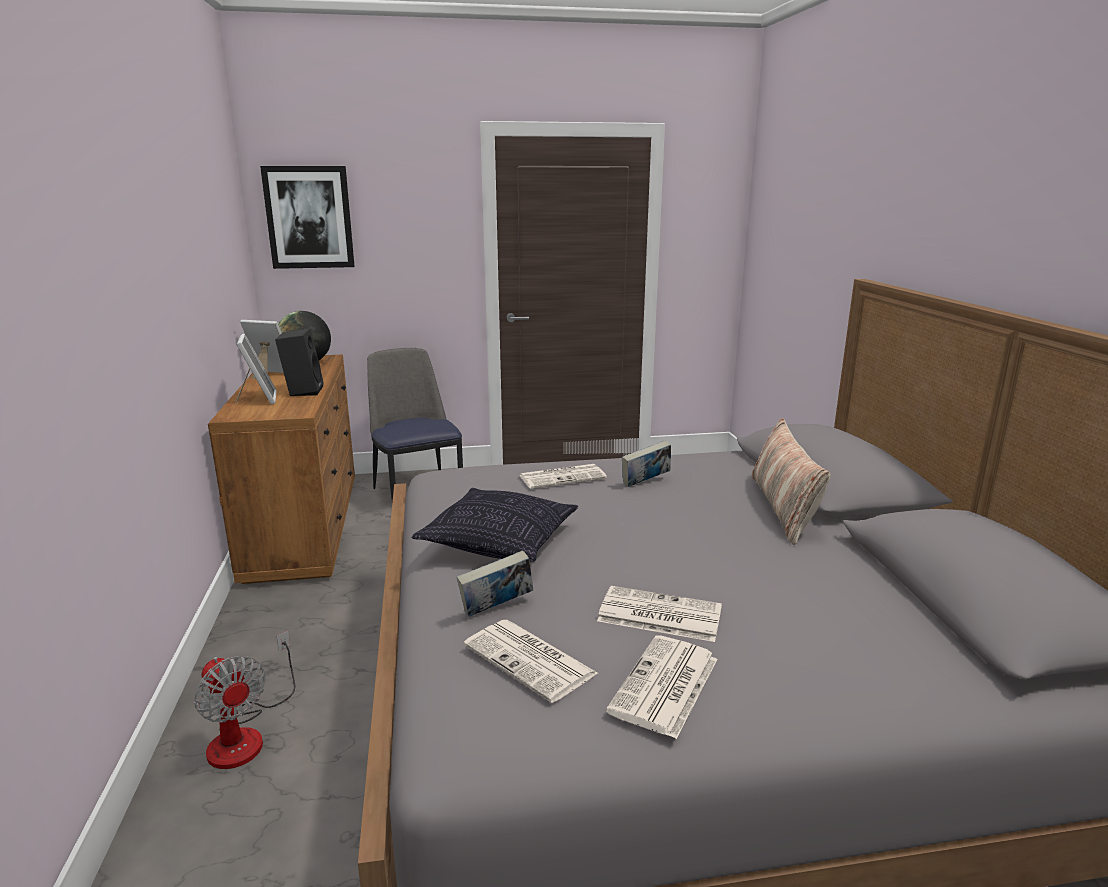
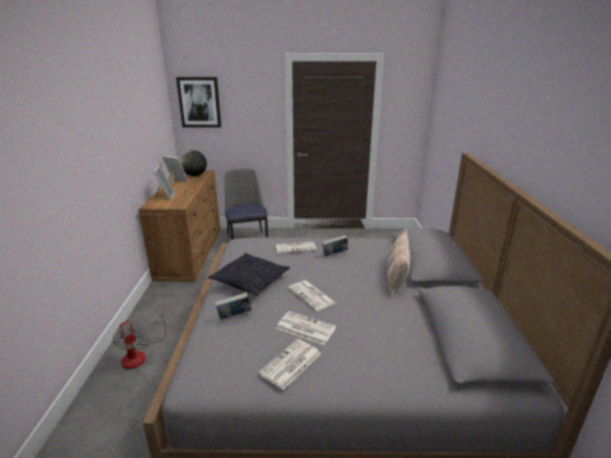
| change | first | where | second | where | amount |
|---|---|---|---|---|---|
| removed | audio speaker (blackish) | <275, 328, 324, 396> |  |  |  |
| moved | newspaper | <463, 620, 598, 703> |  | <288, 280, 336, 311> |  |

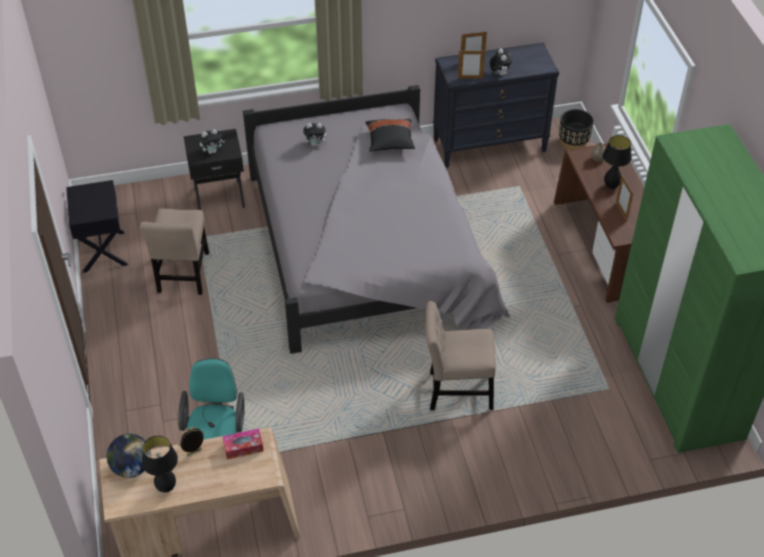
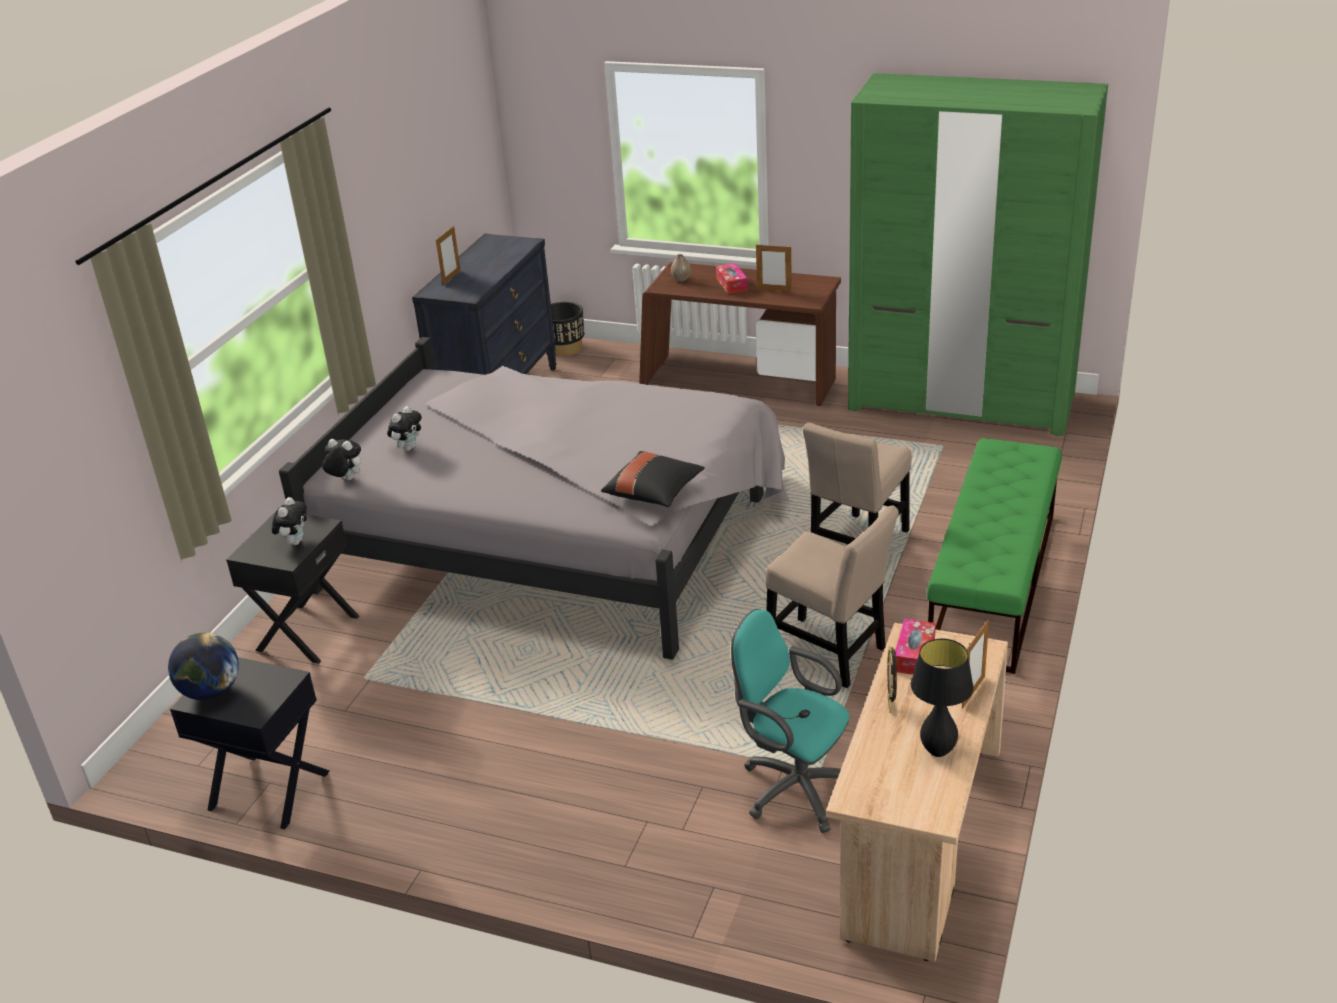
| change | first | where | second | where | amount |
|---|---|---|---|---|---|
| added |  |  | indoor bench (green-coloured) | <927, 438, 1062, 674> |  |
| moved | desk globe | <107, 434, 151, 478> |  | <168, 633, 239, 700> |  |
| moved | chair (beige) | <140, 208, 209, 295> |  | <766, 505, 899, 688> |  |
| moved | pillow (blackish) | <365, 119, 415, 152> |  | <601, 451, 705, 507> |  |
| moved | standing frame | <458, 50, 485, 79> |  | <962, 619, 989, 709> |  |
| moved | cuddly toy | <490, 49, 512, 76> |  | <322, 439, 361, 480> |  |
| replaced | lamp for a table (blackish) | <603, 135, 632, 189> | tissue holder | <716, 263, 748, 294> |  |

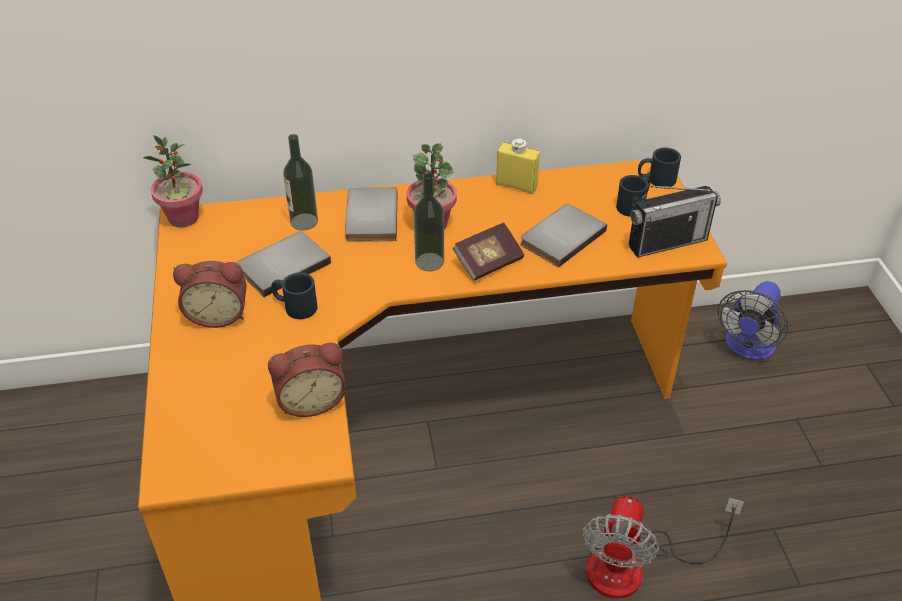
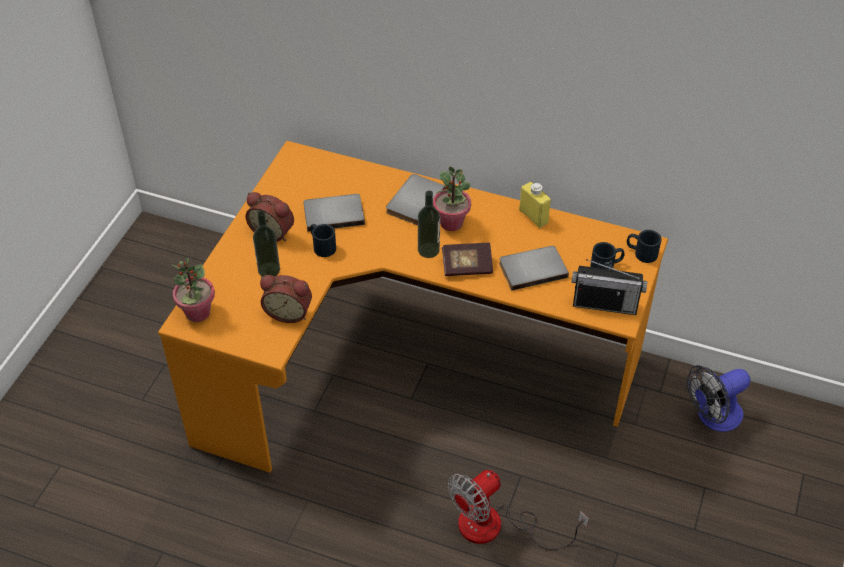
| change | first | where | second | where | amount |
|---|---|---|---|---|---|
| moved | plant in a pot | <143, 135, 203, 227> |  | <173, 252, 215, 322> |  |
| moved | beverage bottle | <283, 134, 318, 230> |  | <253, 210, 280, 277> |  |

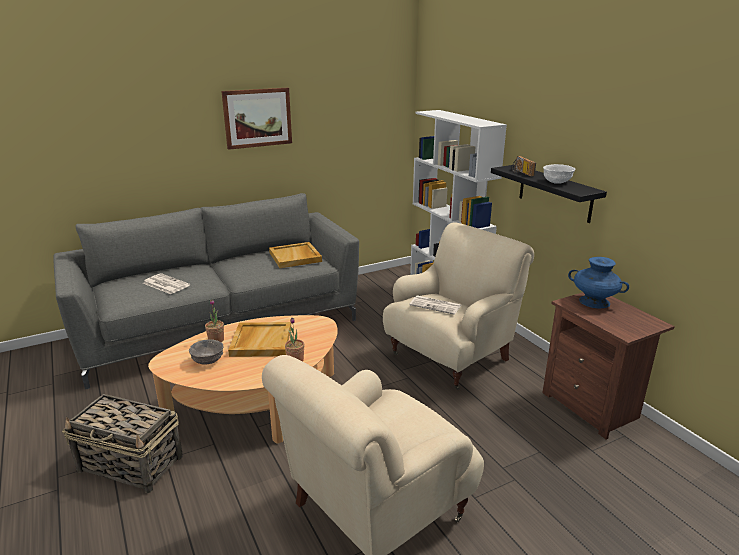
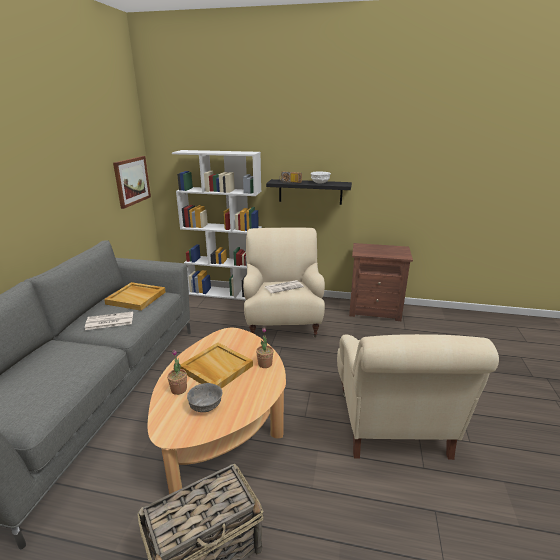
| change | first | where | second | where | amount |
|---|---|---|---|---|---|
| removed | vase (bluish) | <568, 257, 629, 308> |  |  |  |
| moved | newspaper | <143, 273, 190, 294> |  | <85, 312, 133, 330> |  |
| moved | picture | <221, 88, 292, 150> |  | <113, 156, 151, 209> |  |

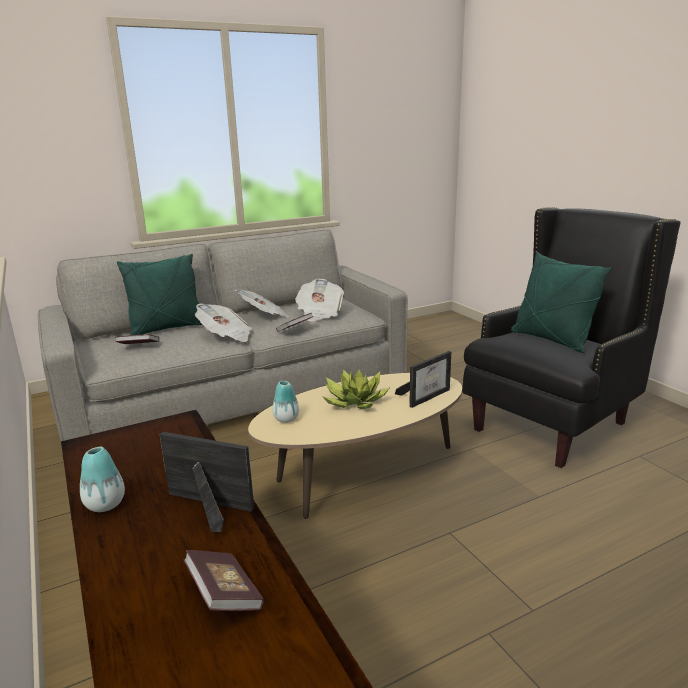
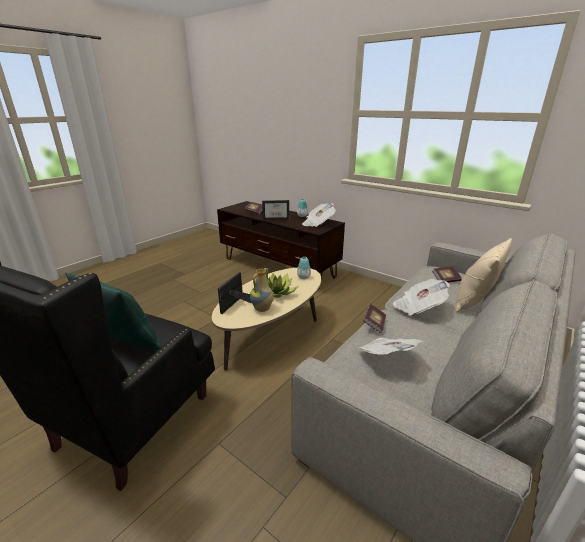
| change | first | where | second | where | amount |
|---|---|---|---|---|---|
| added |  |  | vase | <250, 268, 274, 312> |  |
| moved | newspaper | <235, 290, 289, 317> |  | <302, 203, 336, 227> |  |
| recoloured | pillow (green-coloured) | <117, 254, 202, 335> | pillow (beige) | <455, 238, 512, 312> |  |

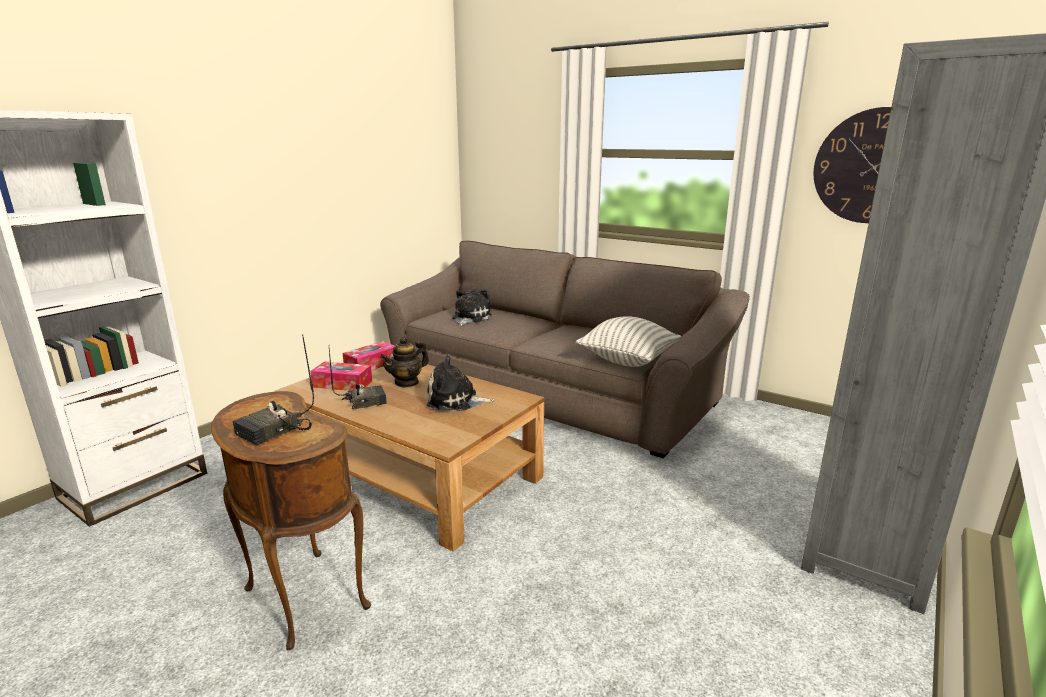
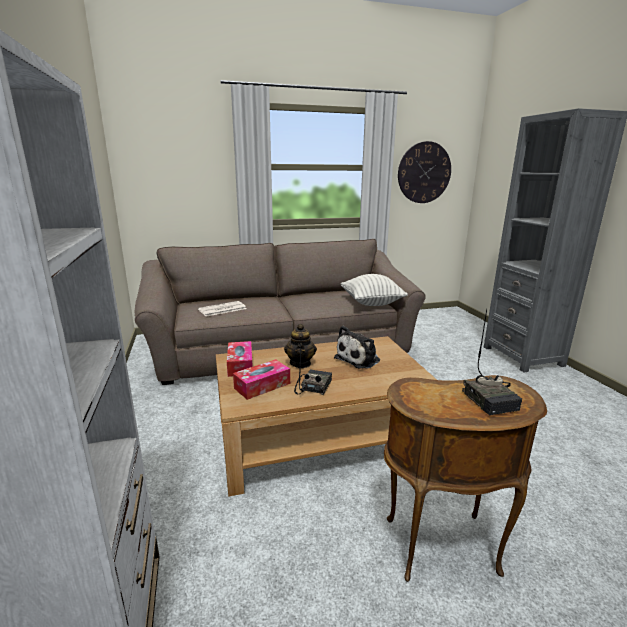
| change | first | where | second | where | amount |
|---|---|---|---|---|---|
| replaced | cuddly toy | <452, 289, 492, 326> | newspaper | <198, 301, 246, 316> |  |

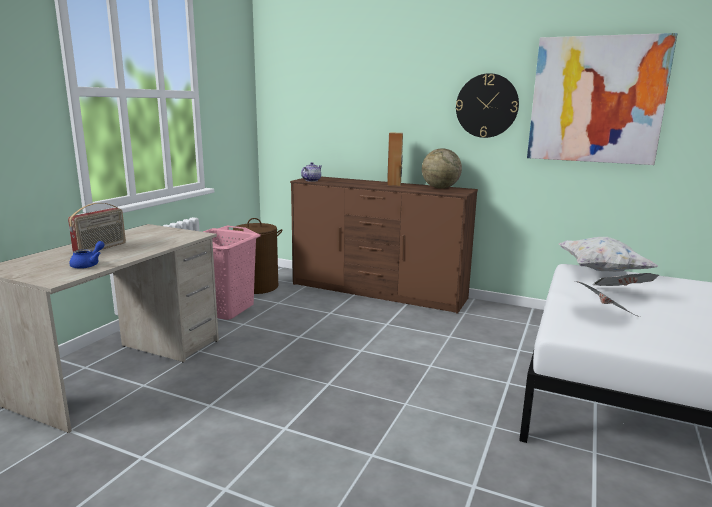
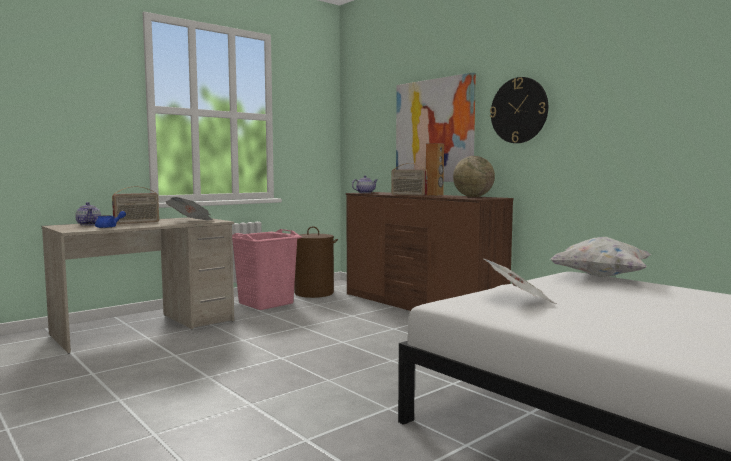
| change | first | where | second | where | amount |
|---|---|---|---|---|---|
| added |  |  | pot for tea | <75, 202, 101, 226> |  |
| added |  |  | radio | <391, 163, 428, 196> |  |
| moved | picture | <527, 33, 678, 165> |  | <396, 72, 476, 182> |  |
| moved | newspaper | <593, 273, 659, 286> |  | <166, 197, 213, 220> |  |

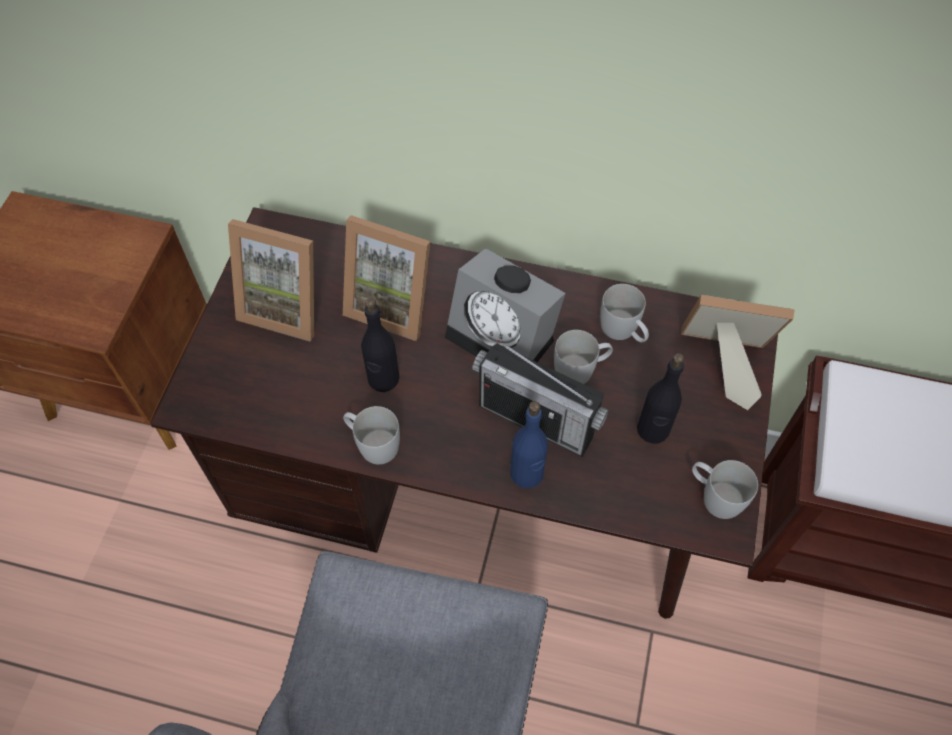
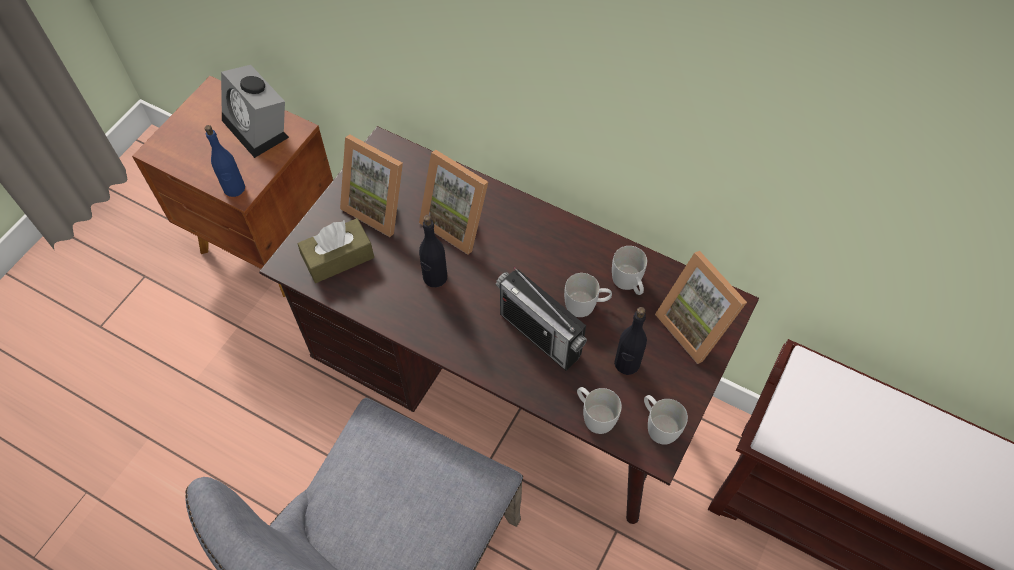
| change | first | where | second | where | amount |
|---|---|---|---|---|---|
| added |  |  | tissue holder (brown) | <298, 218, 374, 283> |  |
| moved | tea mug (white-coloured) | <343, 406, 400, 464> |  | <577, 387, 622, 434> |  |
| moved | alarm clock | <445, 248, 566, 362> |  | <221, 65, 289, 158> |  |
| moved | beverage bottle (bluish) | <510, 401, 548, 488> |  | <205, 125, 245, 197> |  |
| turned | standing frame | <681, 295, 795, 410> |  | <655, 251, 747, 364> | 150 degrees counterclockwise |

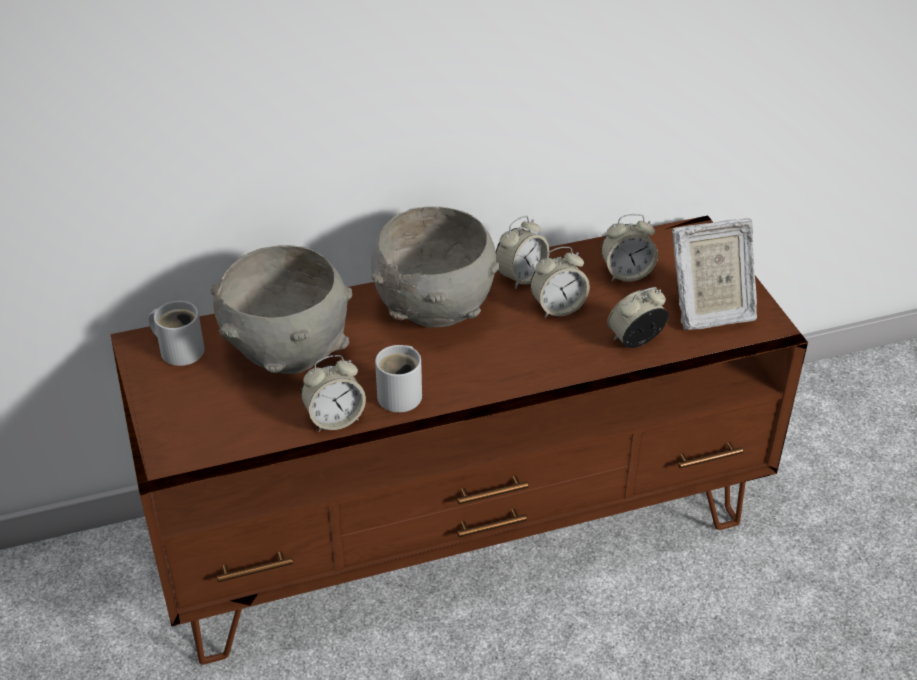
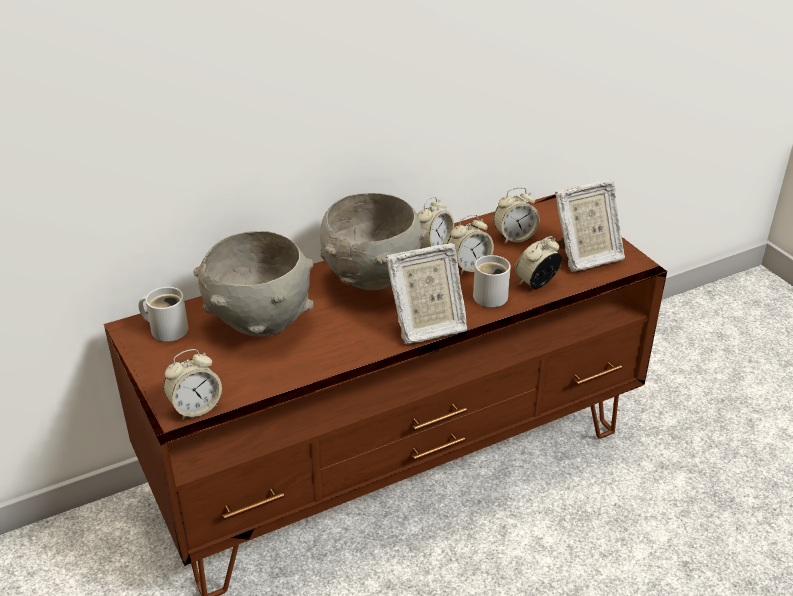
| change | first | where | second | where | amount |
|---|---|---|---|---|---|
| added |  |  | standing frame | <386, 243, 467, 344> |  |
| moved | alarm clock | <301, 355, 366, 432> |  | <163, 349, 222, 420> |  |
| moved | tea mug (white-coloured) | <375, 345, 422, 413> |  | <473, 255, 511, 307> |  |

